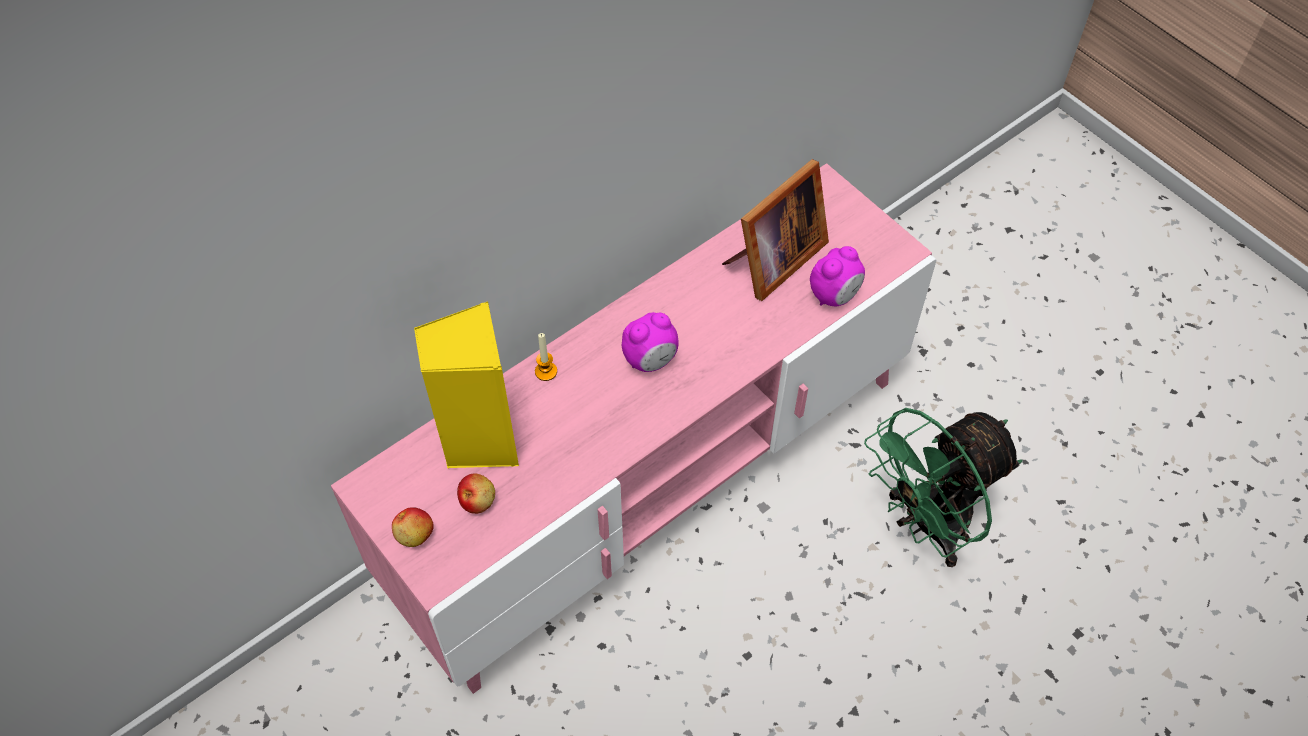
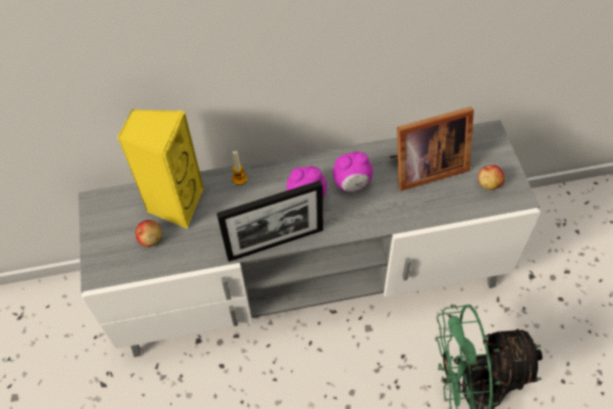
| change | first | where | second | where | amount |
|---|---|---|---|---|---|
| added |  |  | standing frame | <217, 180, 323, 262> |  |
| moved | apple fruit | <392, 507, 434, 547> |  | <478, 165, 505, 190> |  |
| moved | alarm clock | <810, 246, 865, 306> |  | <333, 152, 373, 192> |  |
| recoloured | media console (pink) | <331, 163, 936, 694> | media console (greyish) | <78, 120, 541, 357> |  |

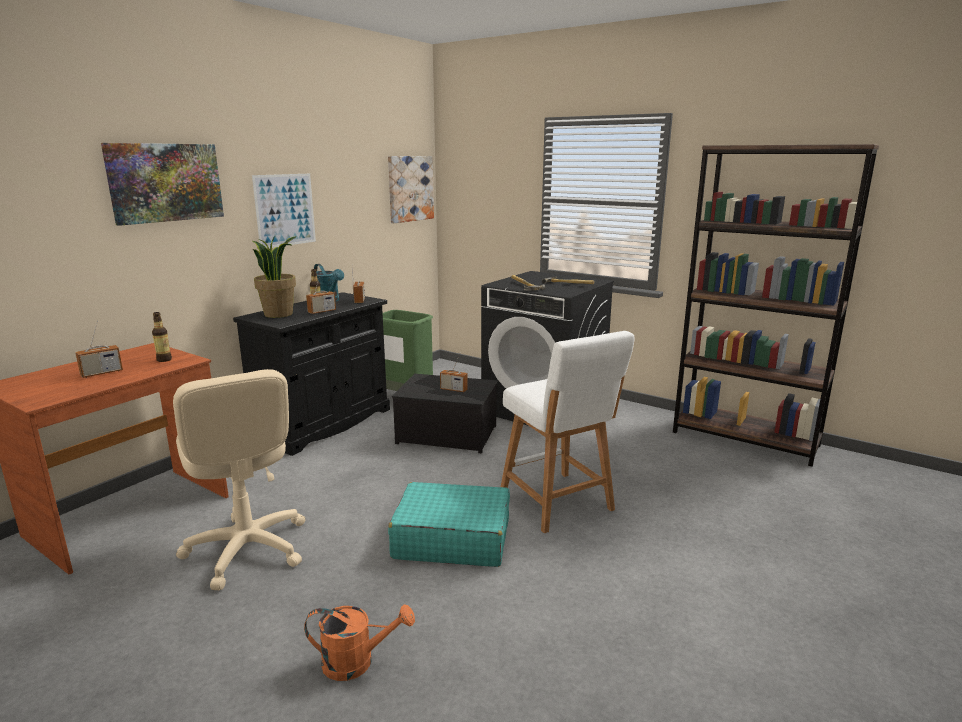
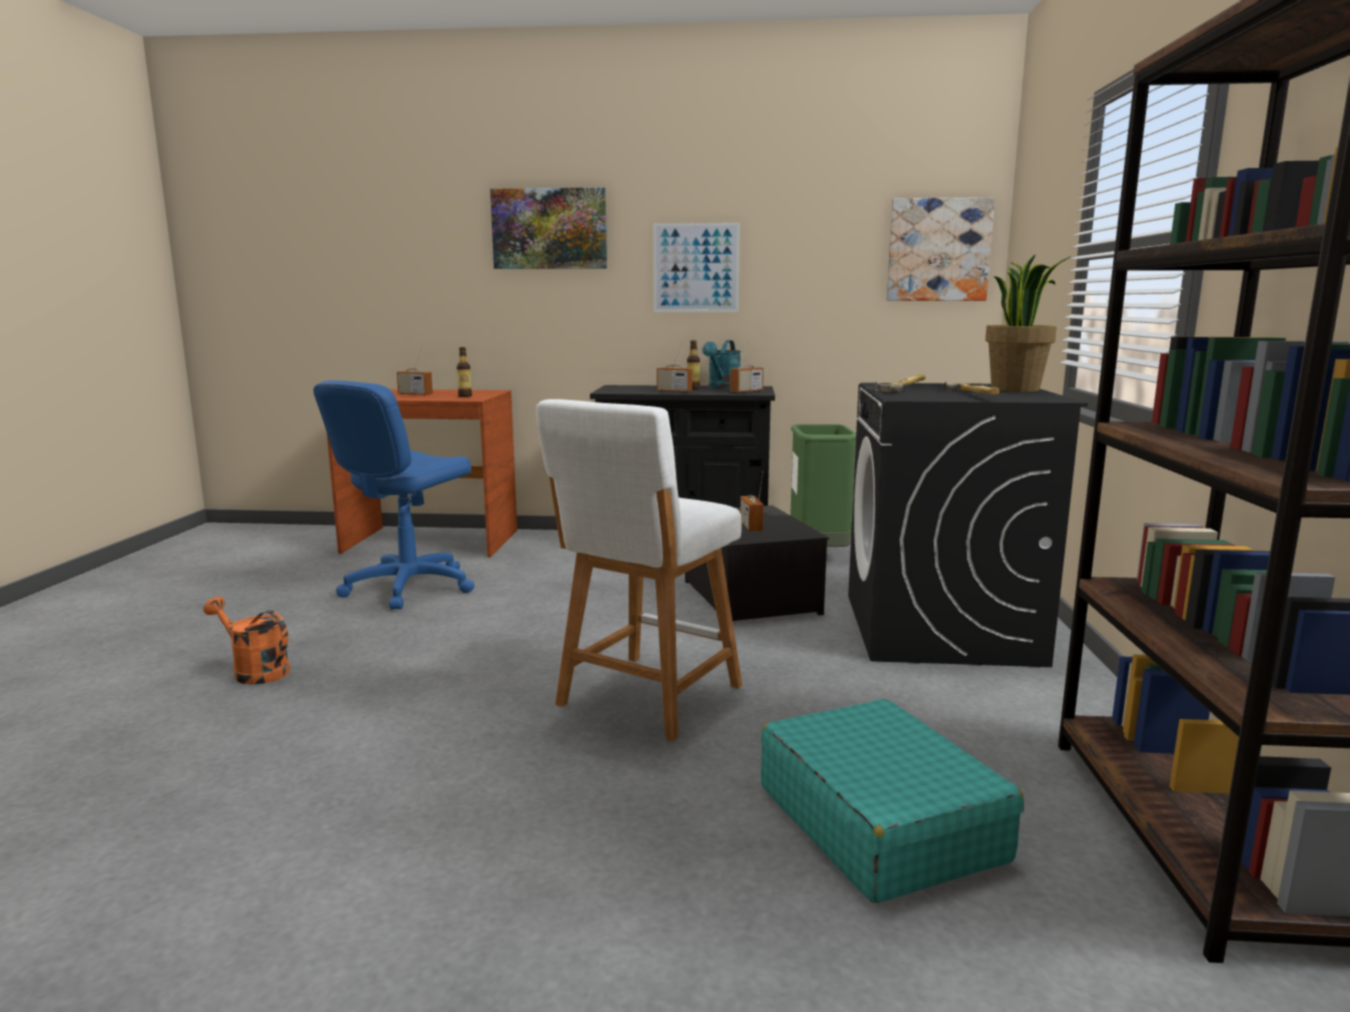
| change | first | where | second | where | amount |
|---|---|---|---|---|---|
| moved | plant in a pot | <253, 235, 297, 318> |  | <985, 254, 1070, 392> |  |
| moved | travel case (blue-green) | <388, 482, 510, 567> |  | <761, 699, 1024, 903> |  |
| recoloured | desk chair (beige) | <173, 369, 306, 590> | desk chair (bluish) | <313, 380, 474, 610> |  |
| turned | sprinkling can (orange) | <304, 604, 415, 681> |  | <204, 597, 290, 685> | 150 degrees clockwise |

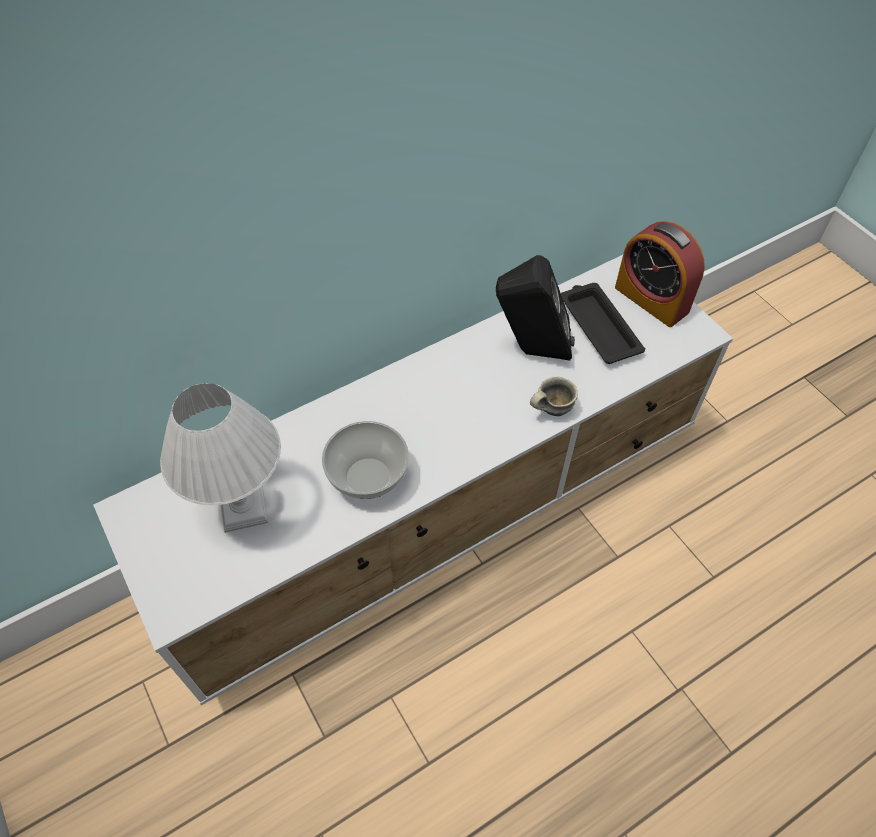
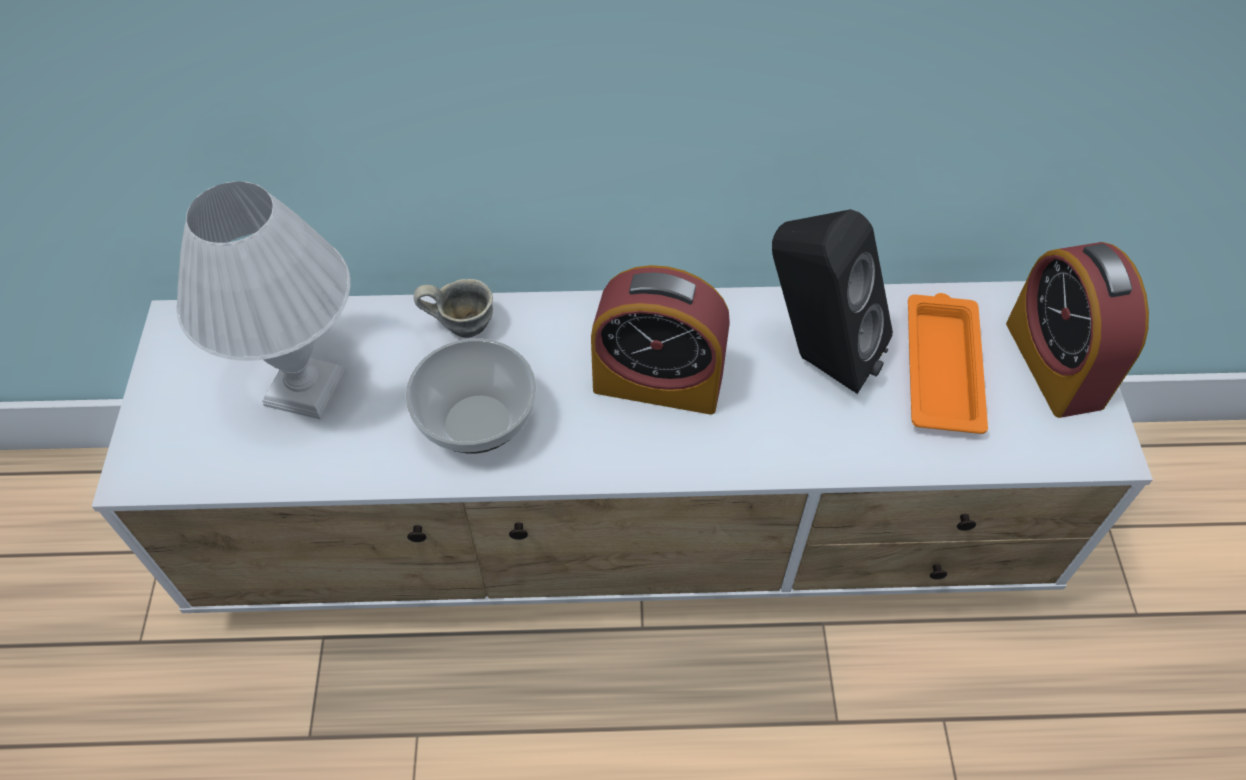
| change | first | where | second | where | amount |
|---|---|---|---|---|---|
| added |  |  | alarm clock | <591, 265, 730, 415> |  |
| moved | tea mug (greyish) | <530, 376, 578, 416> |  | <414, 279, 493, 338> |  |
| recoloured | tray (blackish) | <561, 283, 645, 364> | tray (orange) | <908, 293, 988, 434> |  |

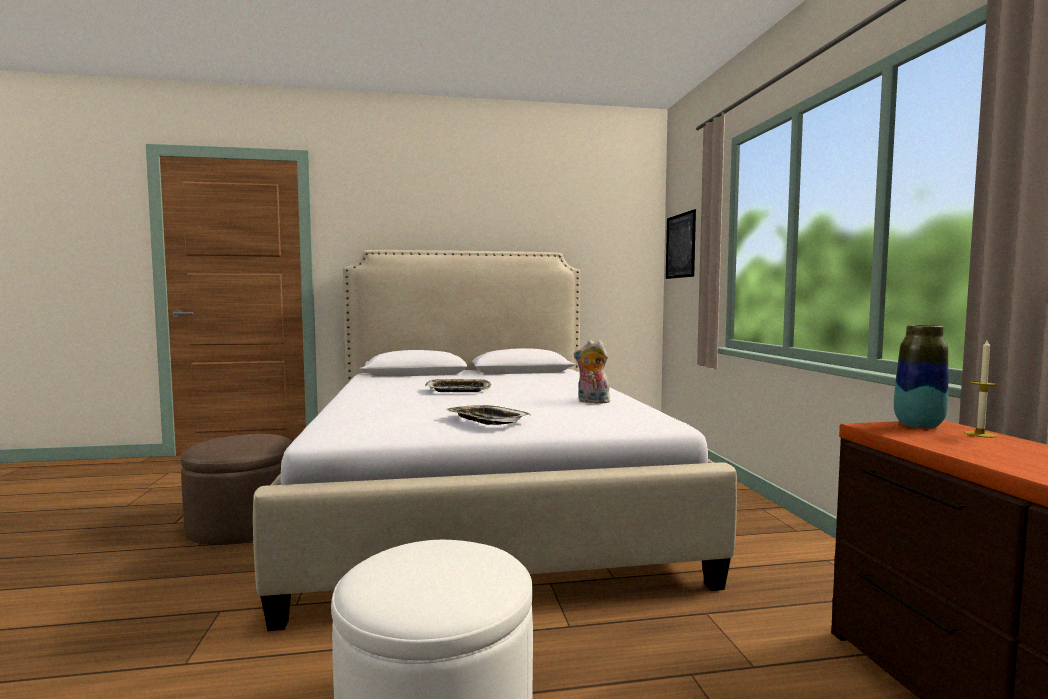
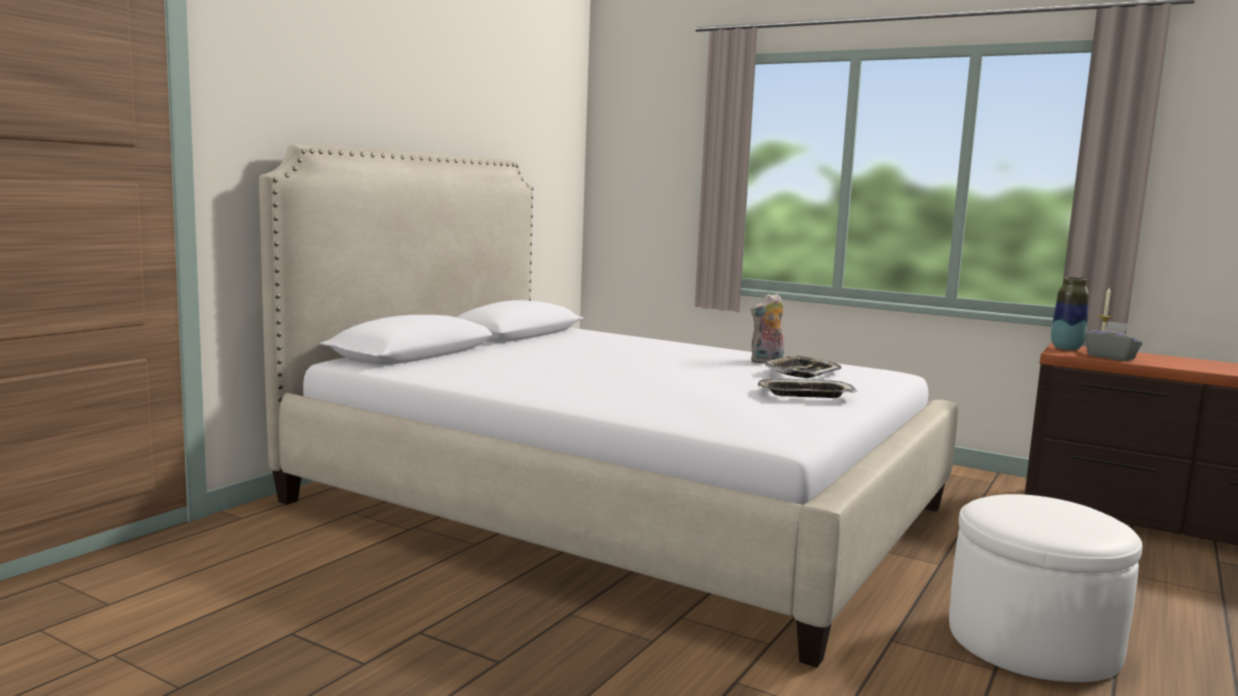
| change | first | where | second | where | amount |
|---|---|---|---|---|---|
| removed | ottoman (brown) | <181, 434, 293, 545> |  |  |  |
| removed | picture | <666, 209, 696, 279> |  |  |  |
| added |  |  | tissue holder (greyish) | <1085, 321, 1143, 361> |  |
| moved | tray | <425, 379, 491, 392> |  | <765, 355, 841, 378> |  |

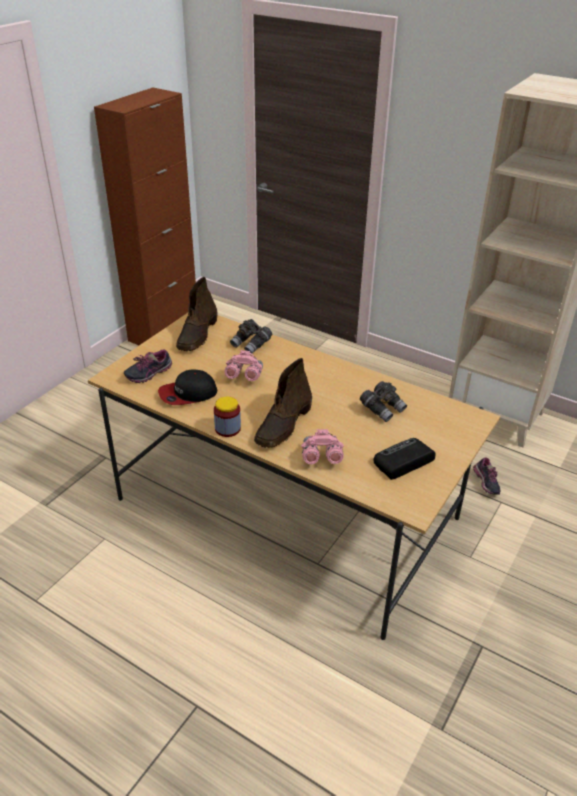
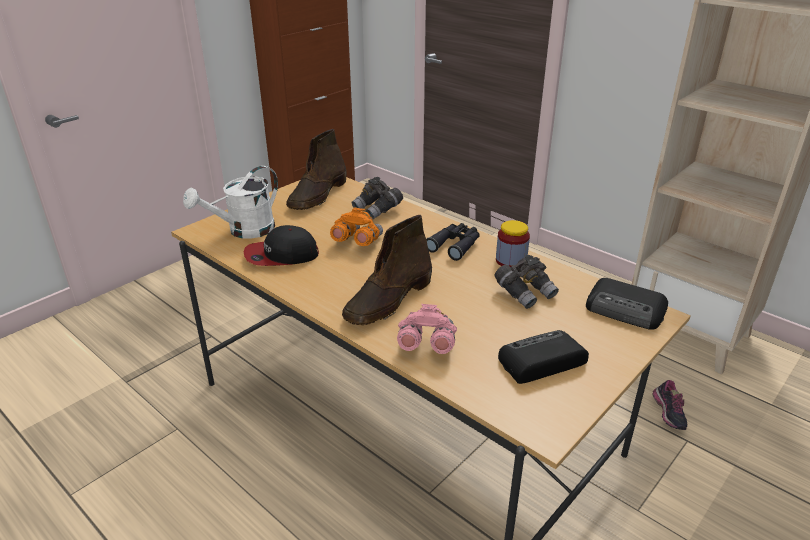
| change | first | where | second | where | amount |
|---|---|---|---|---|---|
| added |  |  | field glasses (blackish) | <426, 223, 480, 261> |  |
| added |  |  | radio | <586, 278, 668, 330> |  |
| moved | preserve jar | <214, 397, 241, 437> |  | <496, 220, 530, 267> |  |
| replaced | low shoe | <124, 349, 172, 383> | sprinkling can (white-coloured) | <183, 166, 278, 239> |  |
| recoloured | field glasses (pink) | <225, 350, 263, 381> | field glasses (orange) | <330, 207, 383, 246> |  |

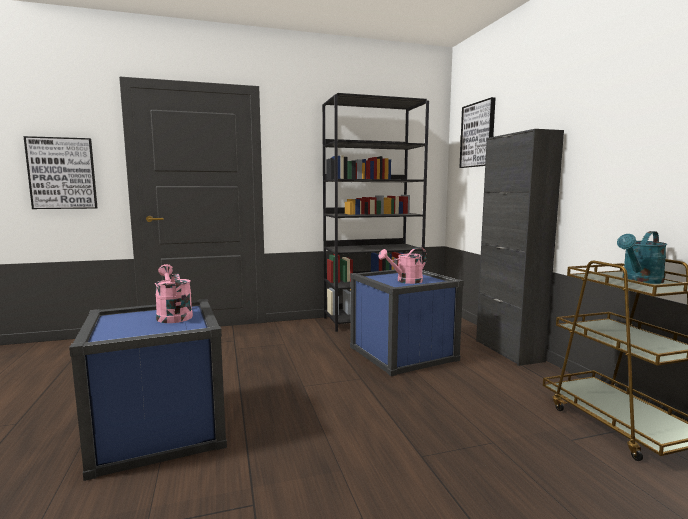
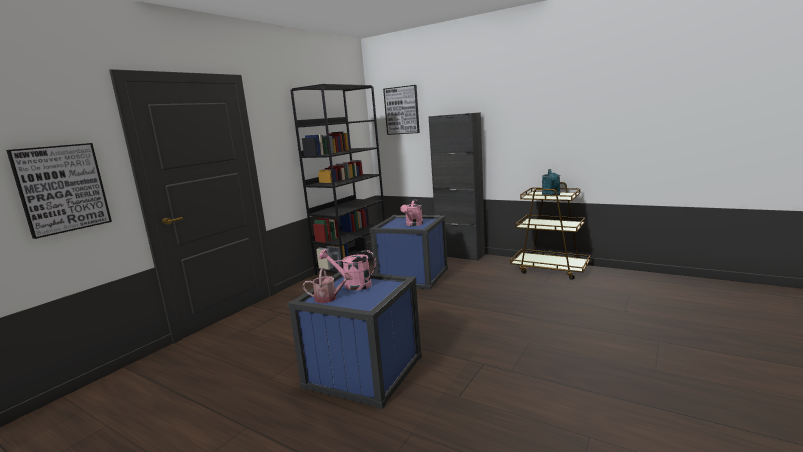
| change | first | where | second | where | amount |
|---|---|---|---|---|---|
| added |  |  | sprinkling can | <303, 268, 353, 303> |  |

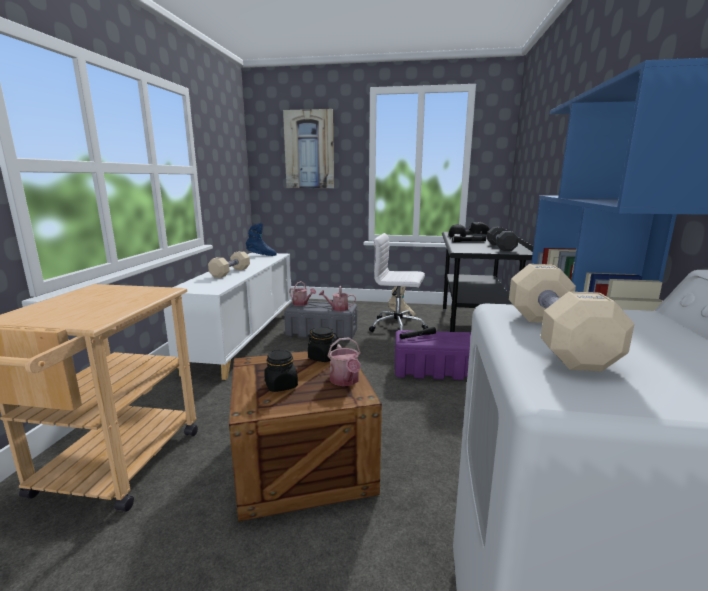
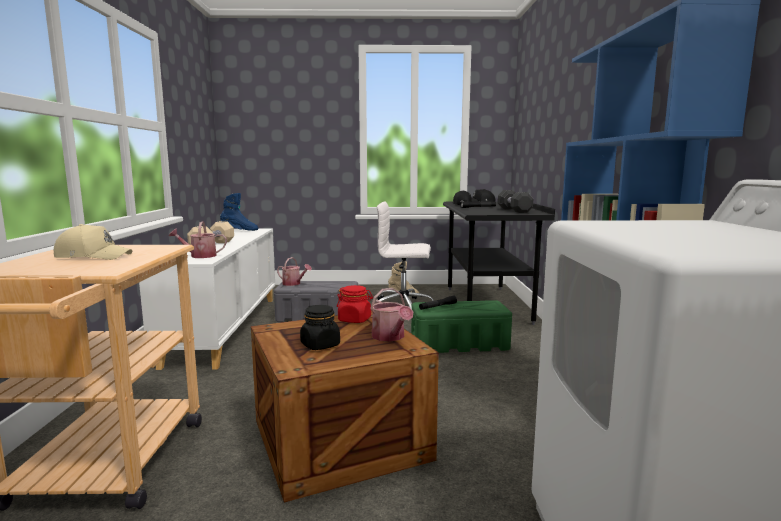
| change | first | where | second | where | amount |
|---|---|---|---|---|---|
| removed | picture | <283, 109, 334, 188> |  |  |  |
| removed | free weight (beige) | <509, 264, 634, 372> |  |  |  |
| added |  |  | baseball cap (beige) | <54, 224, 133, 260> |  |
| moved | sprinkling can | <319, 286, 356, 311> |  | <169, 221, 227, 258> |  |
| recoloured | preserve jar (blackish) | <308, 327, 338, 362> | preserve jar (red-coloured) | <337, 285, 373, 323> |  |
| recoloured | storage container (purplish) | <395, 330, 471, 380> | storage container (green-coloured) | <411, 300, 512, 353> |  |

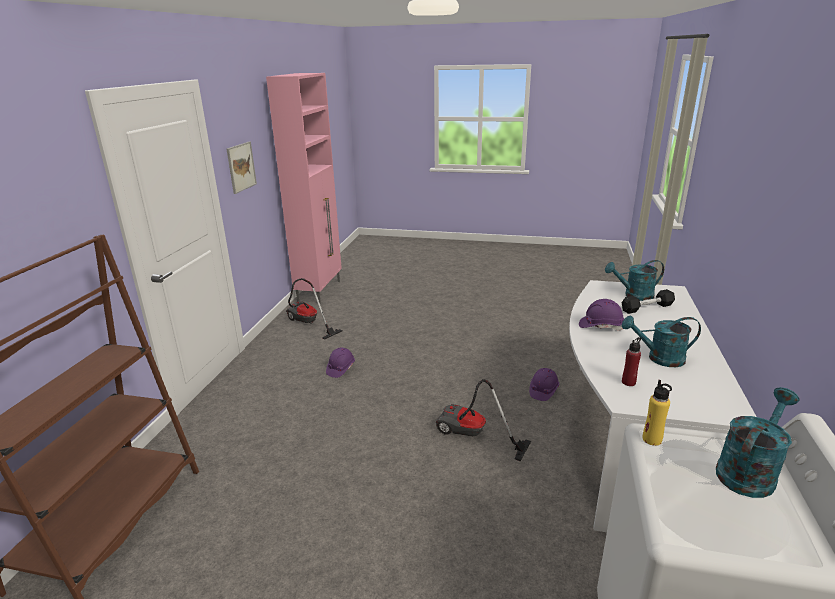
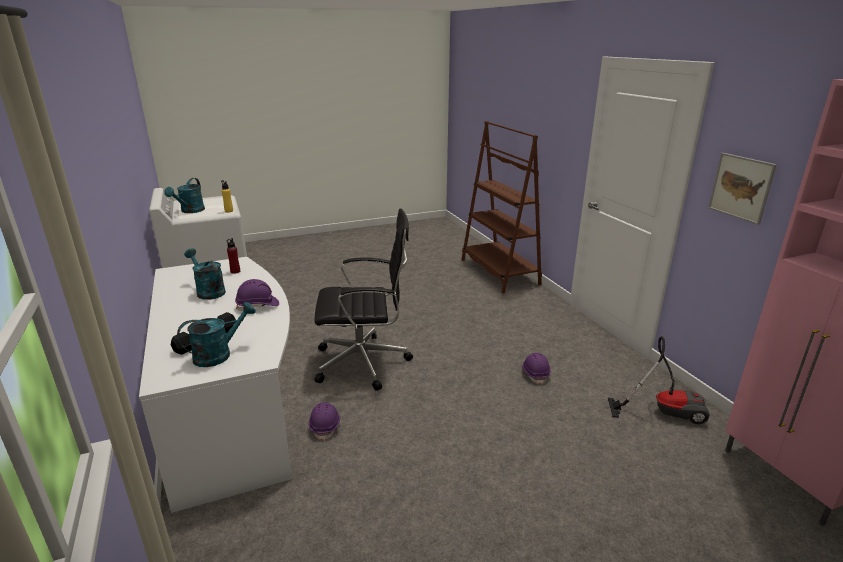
| change | first | where | second | where | amount |
|---|---|---|---|---|---|
| replaced | vacuum cleaner | <436, 379, 531, 462> | desk chair (blackish) | <314, 208, 413, 391> |  |
| turned | sprinkling can (blue-green) | <622, 316, 701, 367> |  | <184, 248, 226, 300> | 105 degrees counterclockwise |

